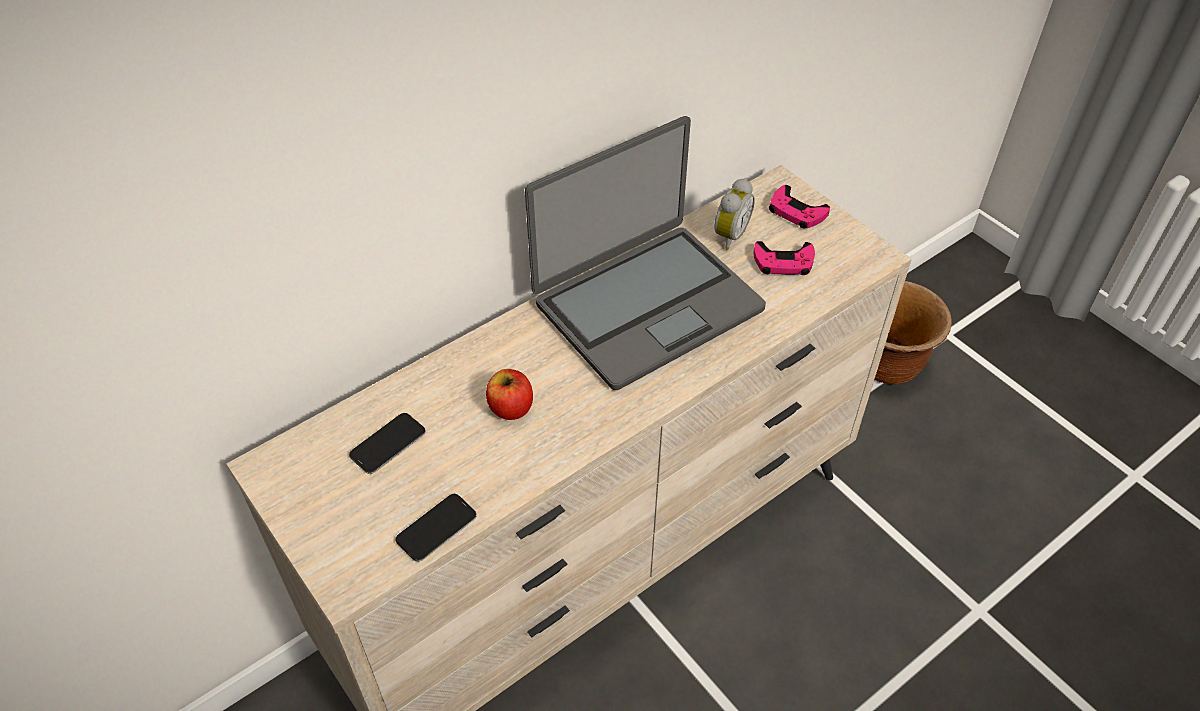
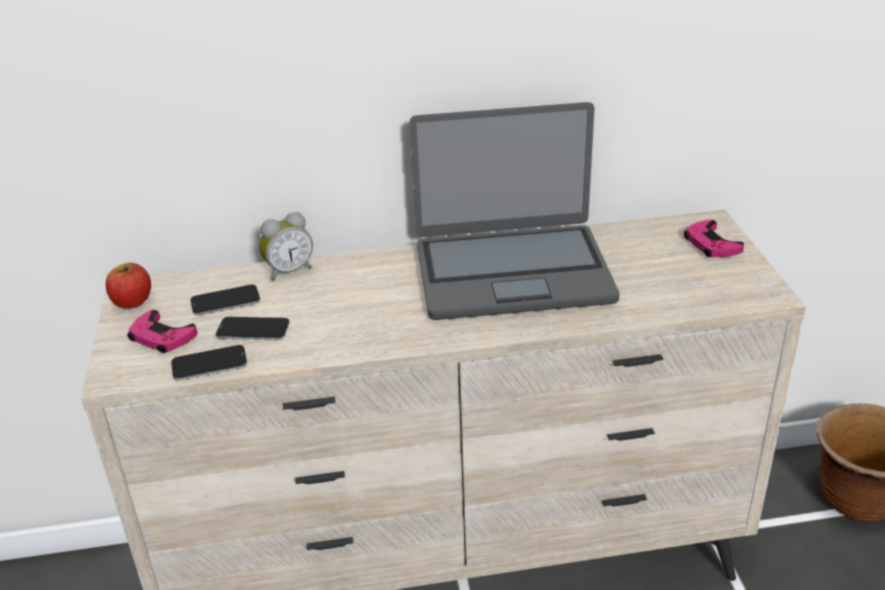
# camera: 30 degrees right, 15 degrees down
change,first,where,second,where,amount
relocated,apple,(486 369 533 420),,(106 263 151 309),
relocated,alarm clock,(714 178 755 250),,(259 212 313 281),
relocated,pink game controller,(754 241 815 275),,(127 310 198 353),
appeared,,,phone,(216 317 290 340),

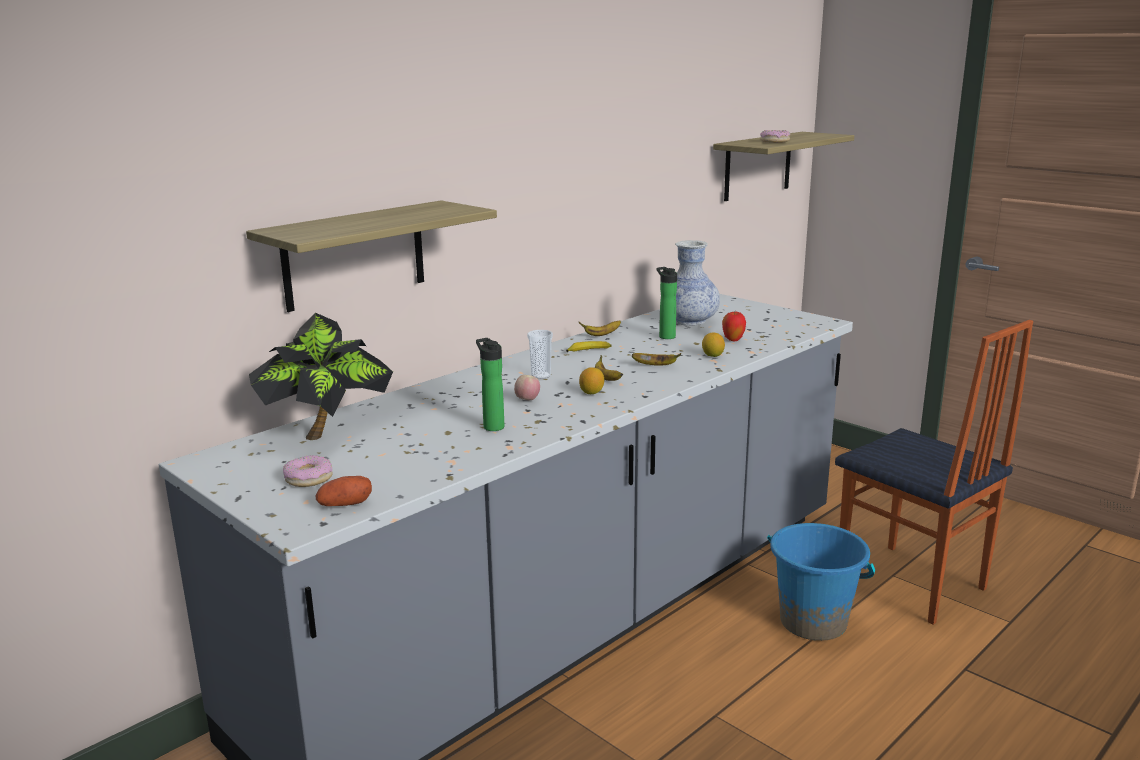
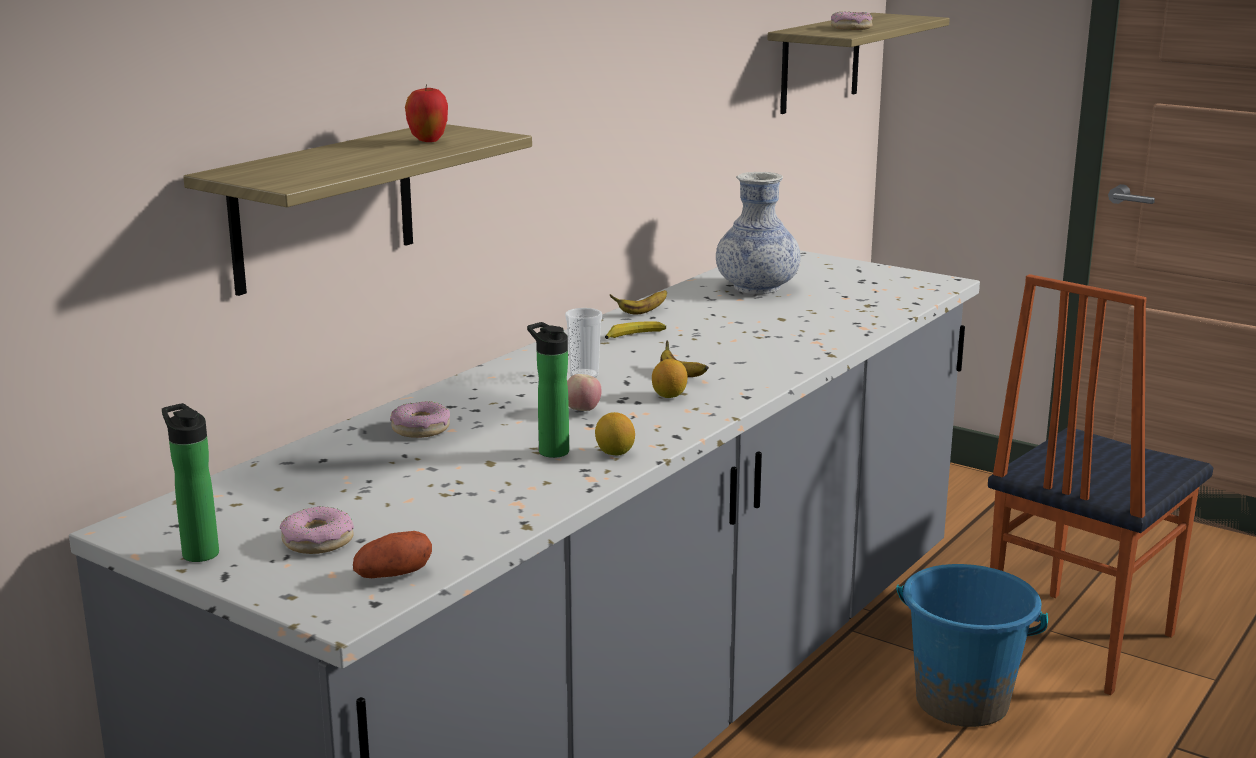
# camera: 10 degrees left, 0 degrees up
change,first,where,second,where,amount
missing,potted plant,(249 313 393 440),,,
missing,banana,(632 353 682 366),,,
relocated,bottle,(657 267 677 339),,(162 403 219 562),
relocated,lemon,(702 332 725 357),,(595 412 635 456),
relocated,apple,(722 312 746 341),,(405 85 448 142),
spun,chair,(835 320 1033 625),,(988 274 1214 695),90 degrees clockwise
appeared,,,donut,(390 401 450 438),

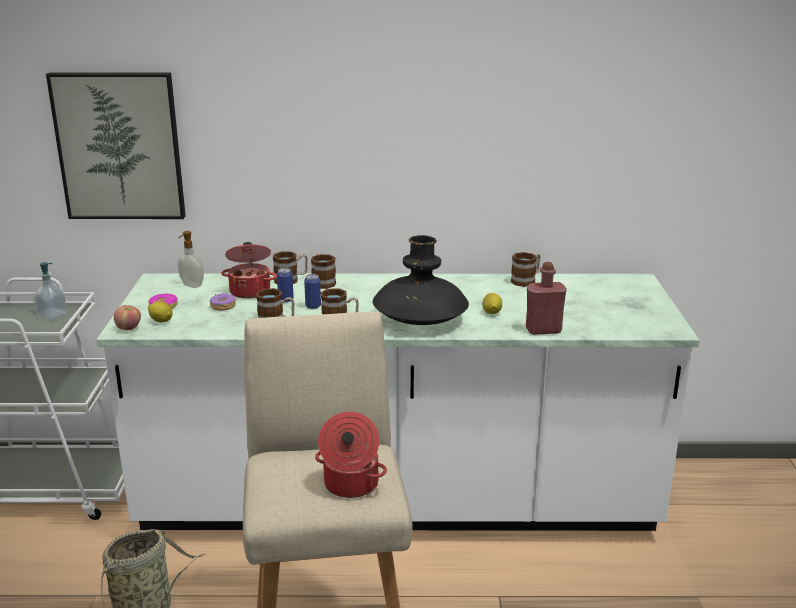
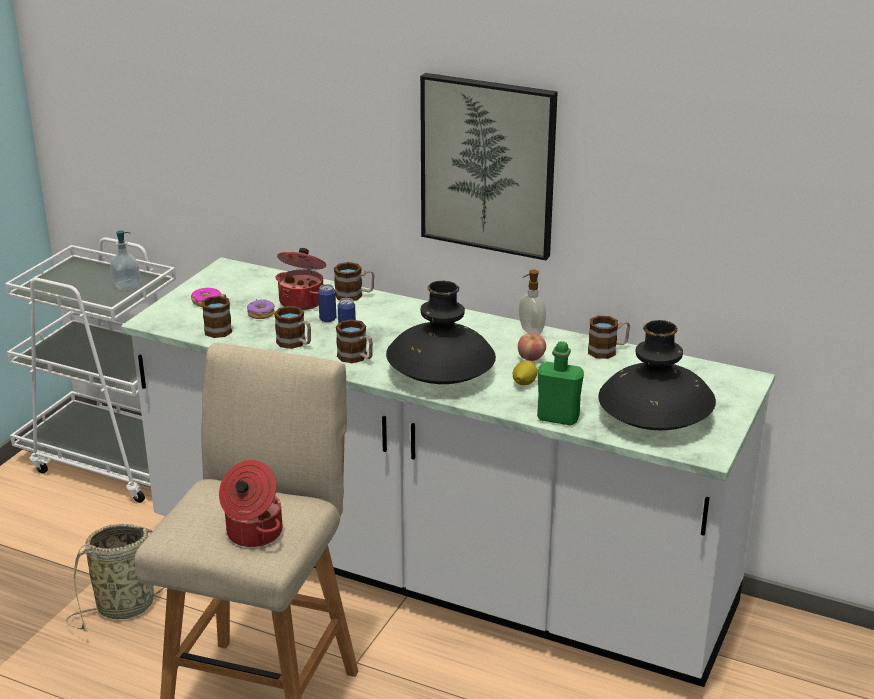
# camera: 25 degrees right, 5 degrees up
change,first,where,second,where,amount
relocated,picture,(46 73 186 219),,(420 73 558 260),
relocated,apple,(114 305 141 330),,(518 333 546 361),
missing,lemon,(148 301 173 322),,,
relocated,soap dispenser,(178 231 204 288),,(519 270 546 335),
relocated,mug,(311 254 336 289),,(202 294 232 338),
colour,red bottle,(526 262 567 335),green bottle,(537 341 584 426),
appeared,,,black vase,(598 320 716 430),

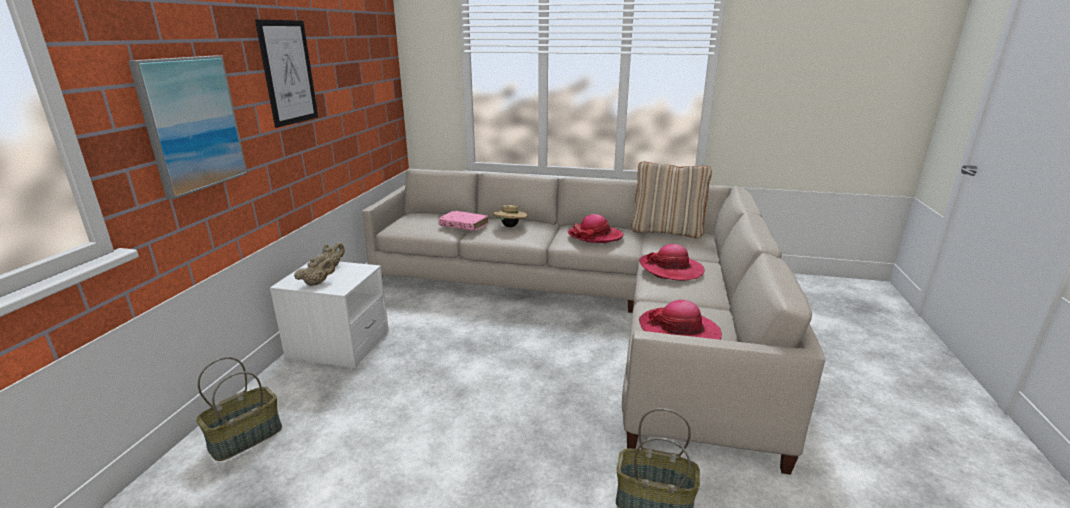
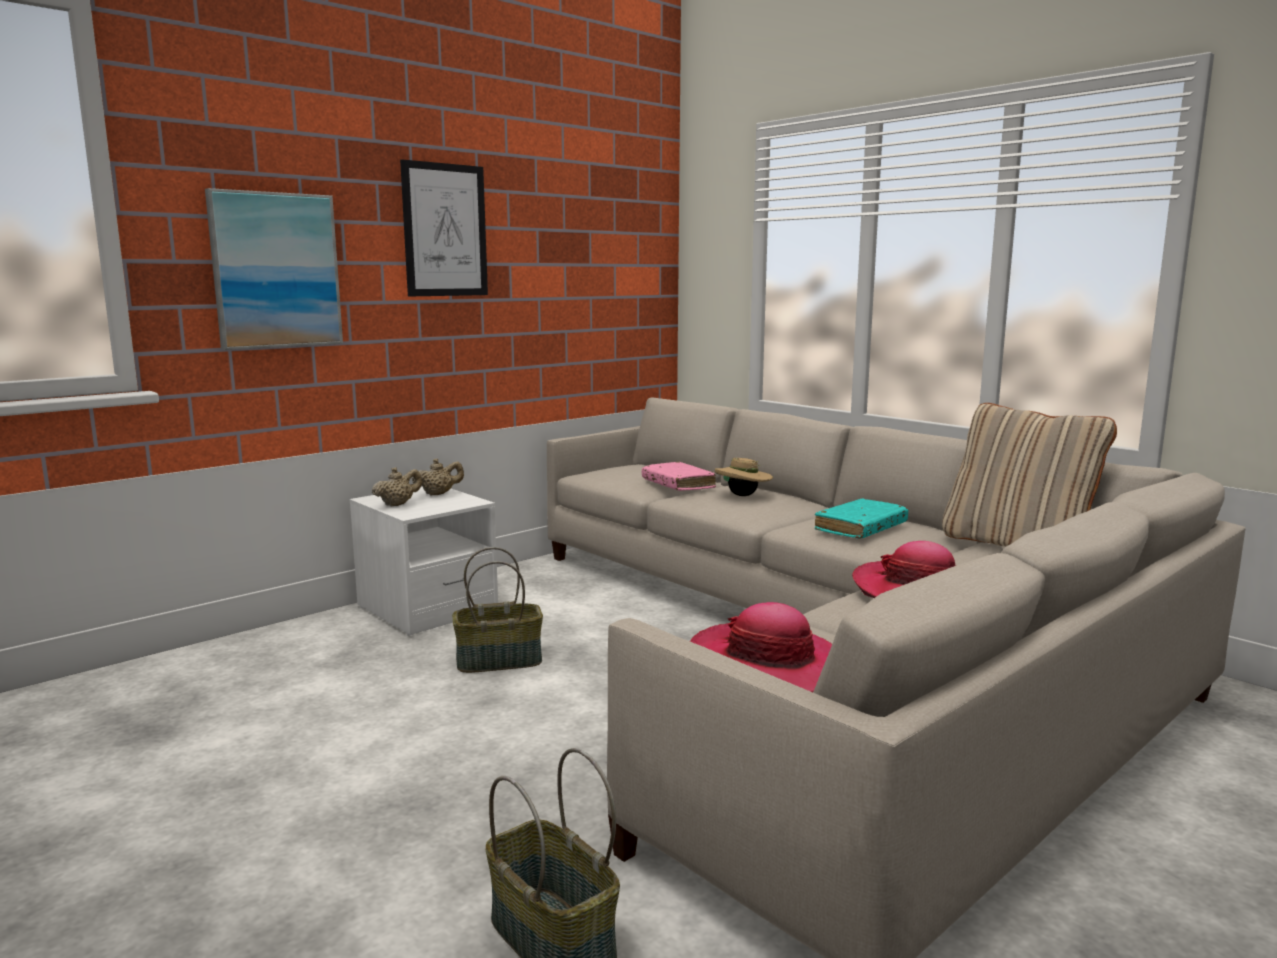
# camera: 35 degrees right, 10 degrees down
change,first,where,second,where,amount
relocated,basket,(196 357 282 461),,(452 547 543 673),
spun,beige teapot,(294 258 335 286),,(372 467 422 507),45 degrees counterclockwise
exchanged,hat,(568 214 624 243),turquoise book,(815 498 908 539),

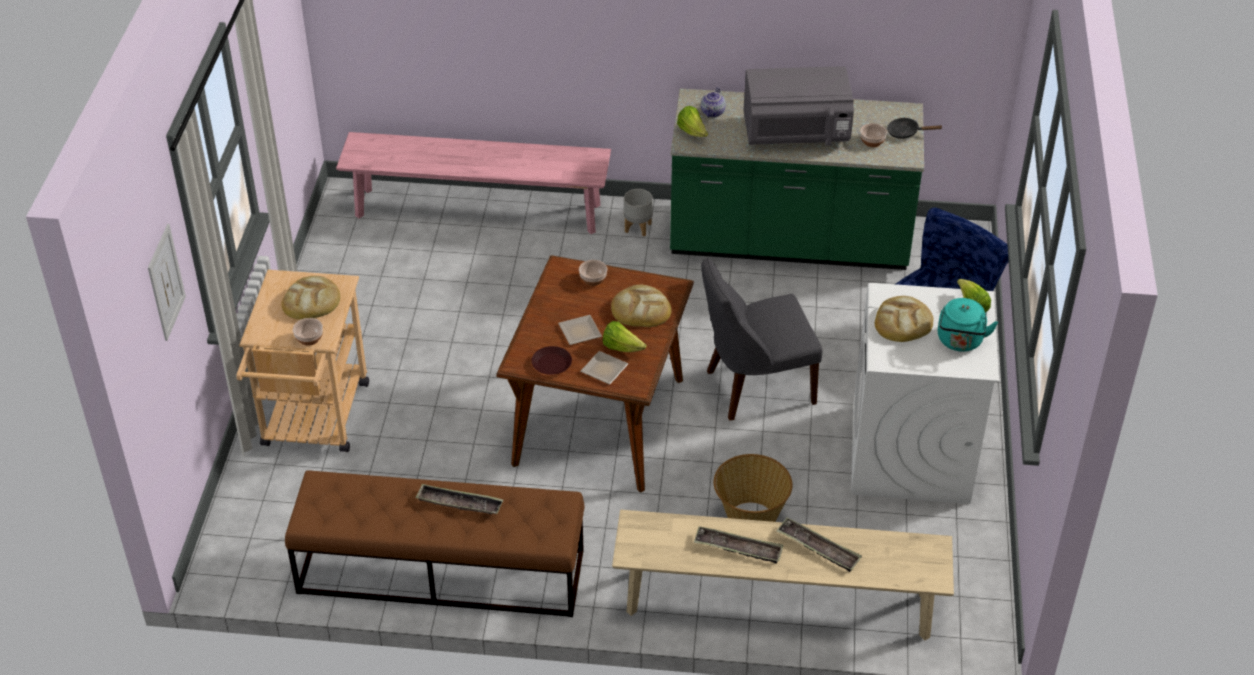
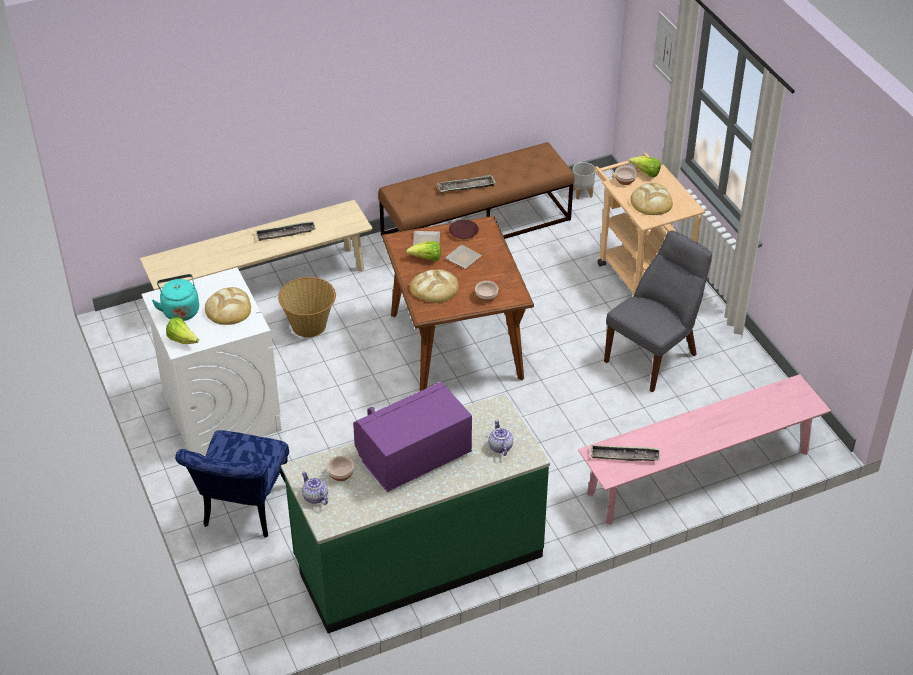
# camera: 150 degrees right, 0 degrees up
change,first,where,second,where,amount
relocated,grey planter,(624 189 653 236),,(573 162 595 200),
relocated,lettuce,(677 106 708 137),,(628 156 661 177),
relocated,grey chair,(701 258 822 421),,(604 230 712 392),
colour,grey microwave,(743 66 854 146),purple microwave,(353 381 472 492),
relocated,tray,(777 518 862 572),,(591 445 660 461),
exchanged,black frying pan,(887 118 943 139),teapot,(302 471 328 505),

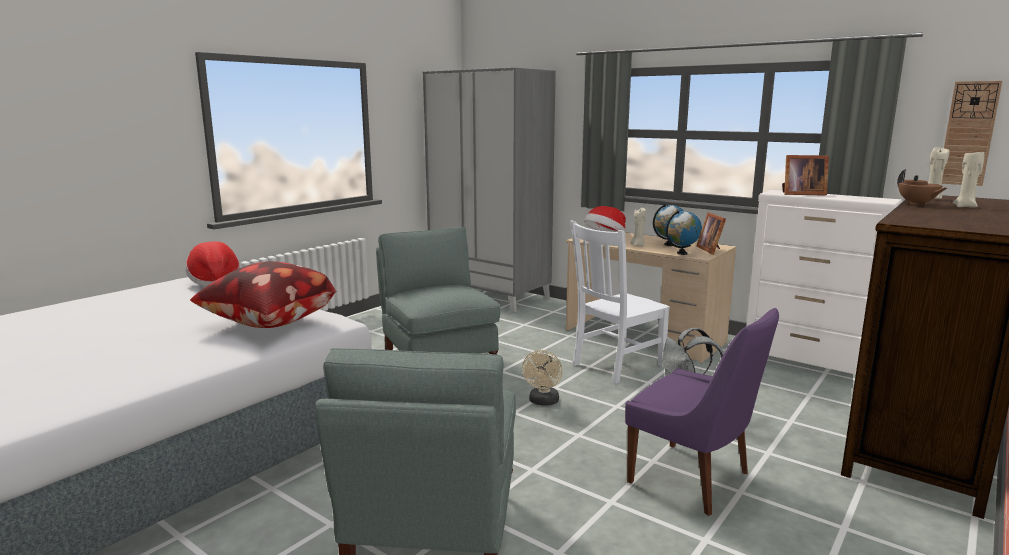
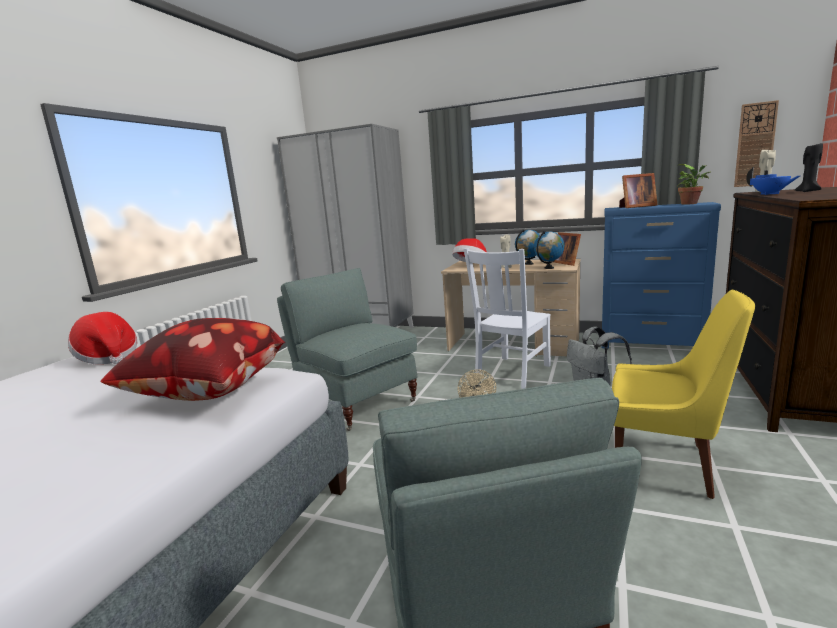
# camera: 15 degrees left, 0 degrees up
change,first,where,second,where,amount
colour,purple chair,(625 308 779 516),yellow chair,(612 290 755 499),
colour,white dresser,(746 190 902 375),blue dresser,(601 202 721 349),
colour,brown teapot,(897 169 947 206),blue teapot,(746 167 800 195),
colour,beige candle,(953 152 985 207),black candle,(795 143 823 192),
appeared,,,potted plant,(676 164 710 205),

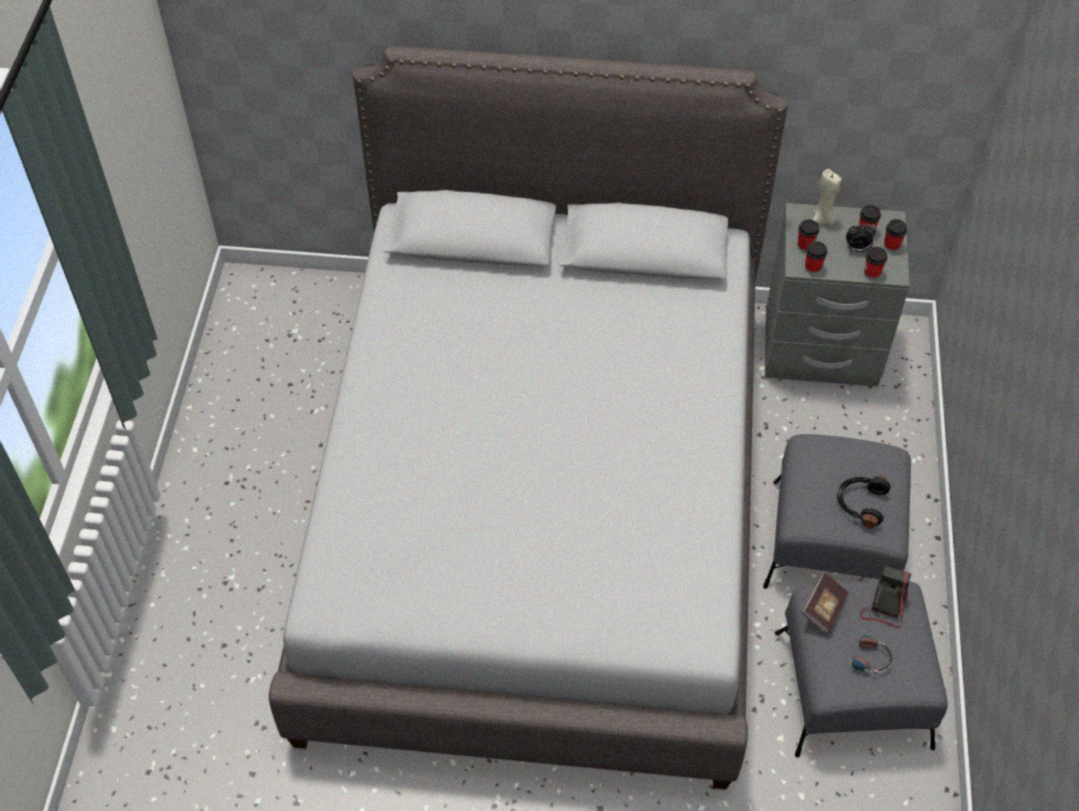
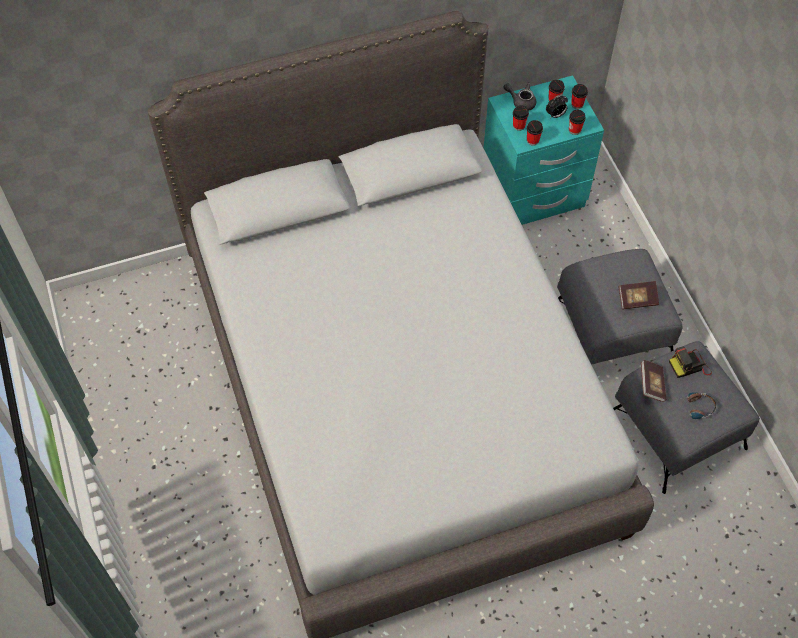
# camera: 25 degrees left, 5 degrees up
change,first,where,second,where,amount
colour,grey nightstand,(765 203 910 387),turquoise nightstand,(484 75 604 225),
exchanged,beige candle,(813 169 842 225),grey teapot,(504 83 536 111),
exchanged,black headphones,(837 475 891 528),book,(618 281 659 310),
spun,photo camera,(860 566 912 628),,(669 346 712 378),105 degrees counterclockwise

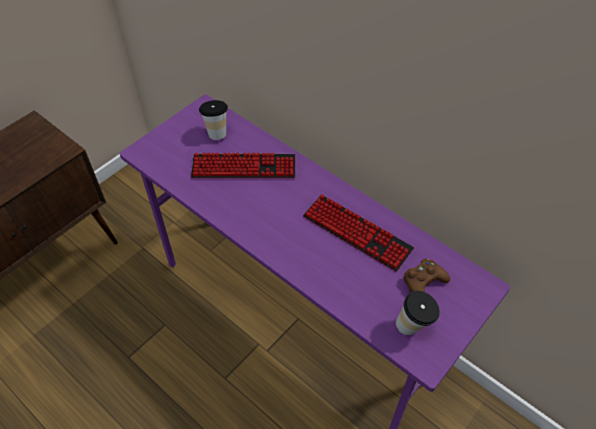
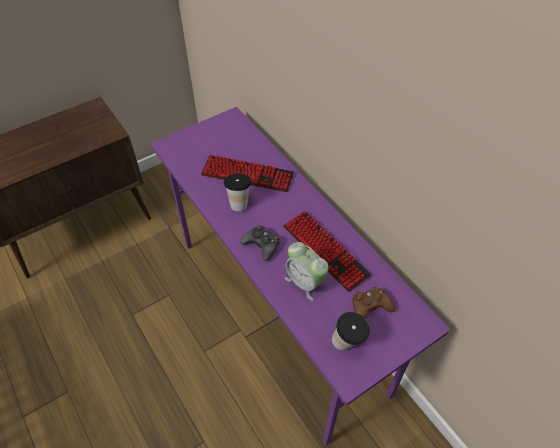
# camera: 15 degrees right, 0 degrees up
change,first,where,second,where,amount
relocated,cup,(199 100 228 140),,(224 173 252 211),
appeared,,,black game controller,(240 225 279 261),
appeared,,,alarm clock,(285 242 329 301),

